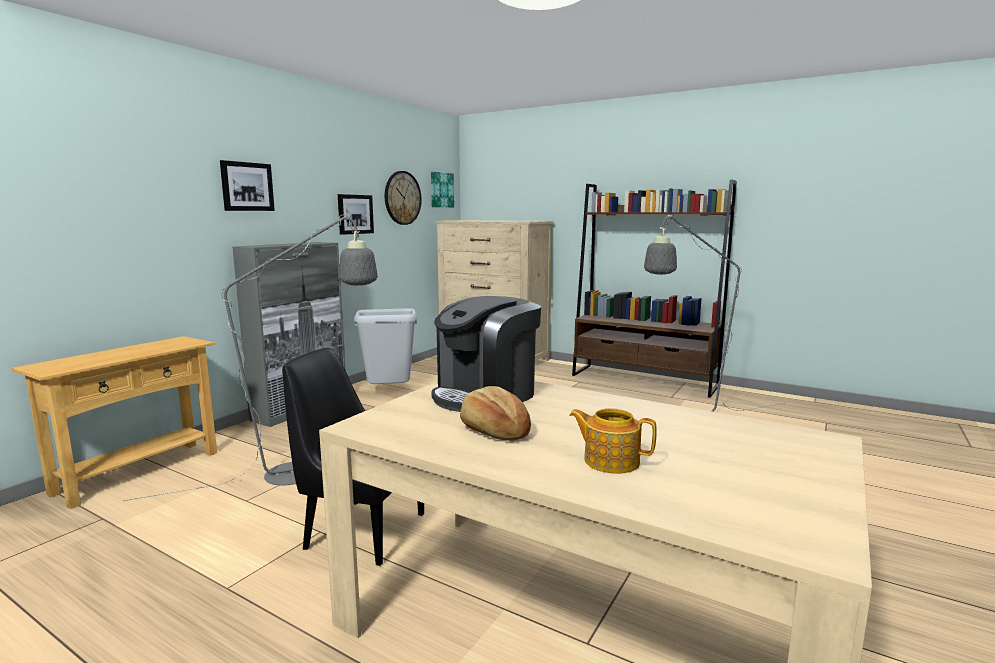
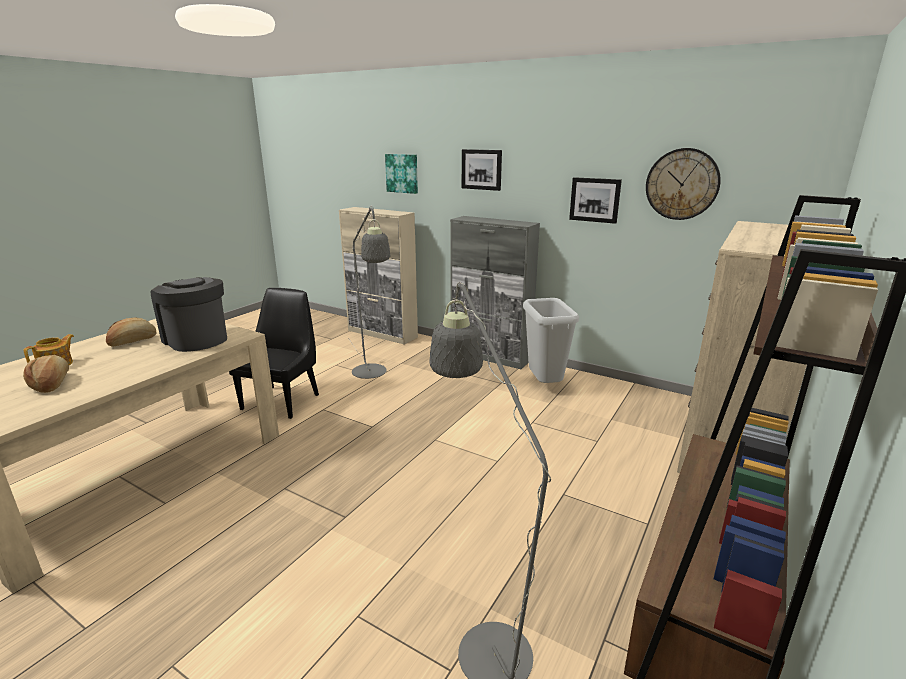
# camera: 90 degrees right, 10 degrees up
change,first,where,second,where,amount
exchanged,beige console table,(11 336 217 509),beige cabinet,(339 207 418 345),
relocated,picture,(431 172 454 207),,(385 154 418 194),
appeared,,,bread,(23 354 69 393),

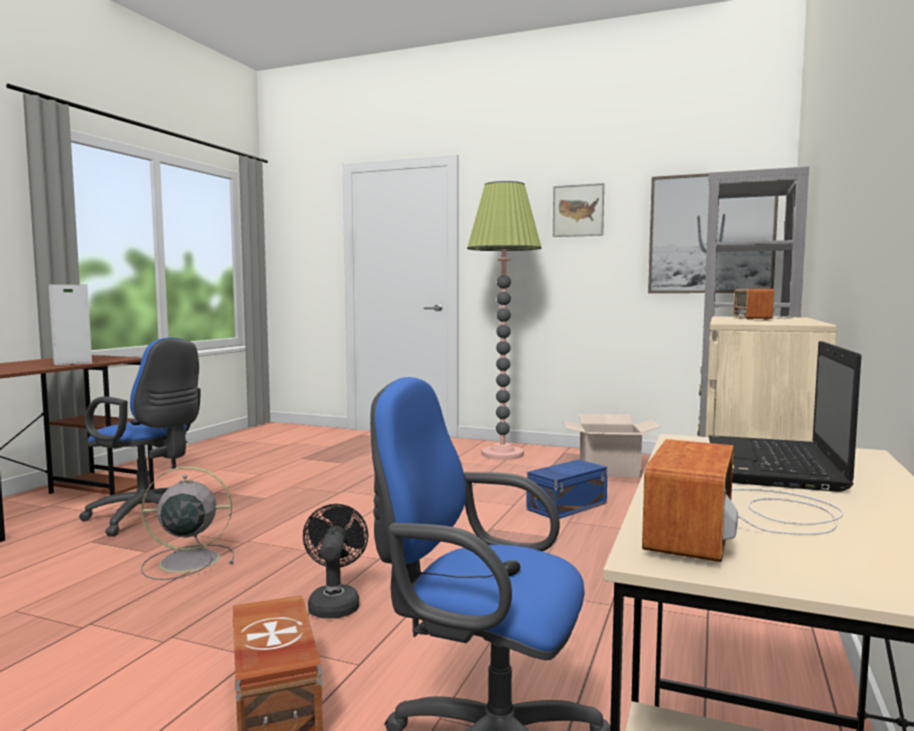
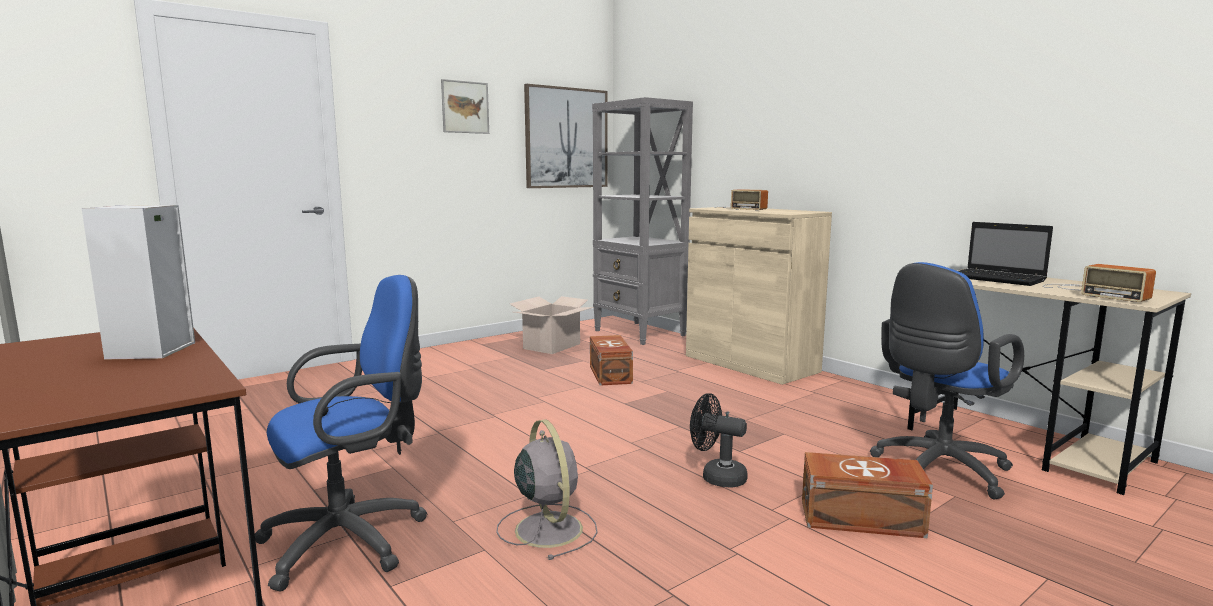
# camera: 60 degrees left, 5 degrees up
change,first,where,second,where,amount
spun,grey fan,(141 466 234 580),,(497 419 598 560),135 degrees clockwise
missing,floor lamp,(467 181 542 460),,,
colour,blue storage box,(526 460 608 519),brown storage box,(590 335 633 386),

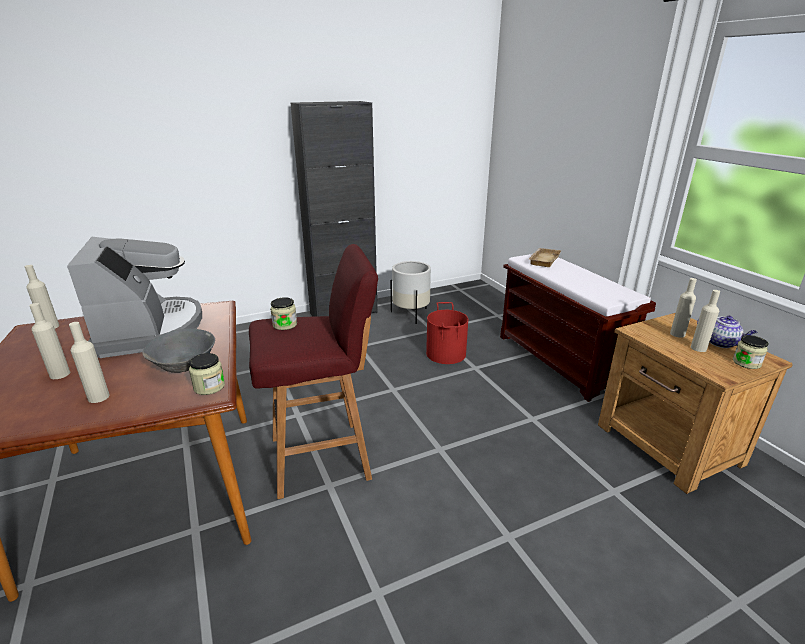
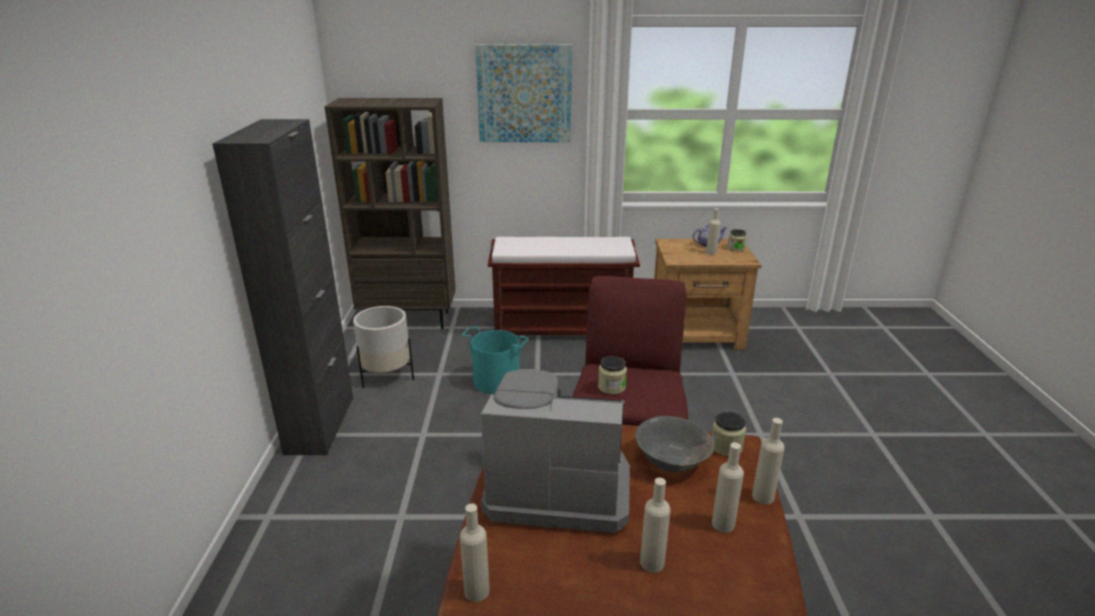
# camera: 65 degrees left, 0 degrees up
change,first,where,second,where,amount
colour,red bucket,(426 302 468 364),turquoise bucket,(462 326 528 394),
missing,beige tray,(529 248 562 267),,,
relocated,beige bottle,(670 278 697 338),,(752 418 785 505),
appeared,,,brown bookcase,(324 98 456 329),
appeared,,,picture,(475 44 572 142),

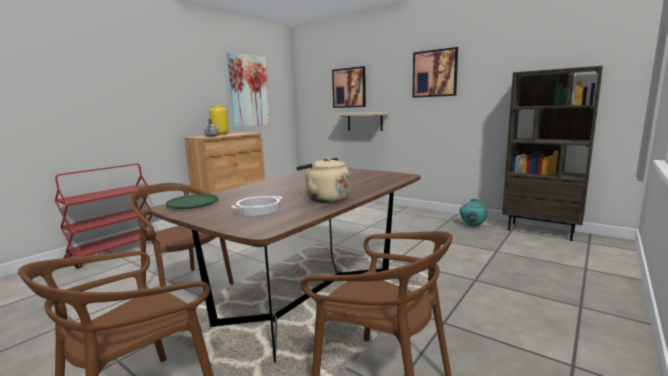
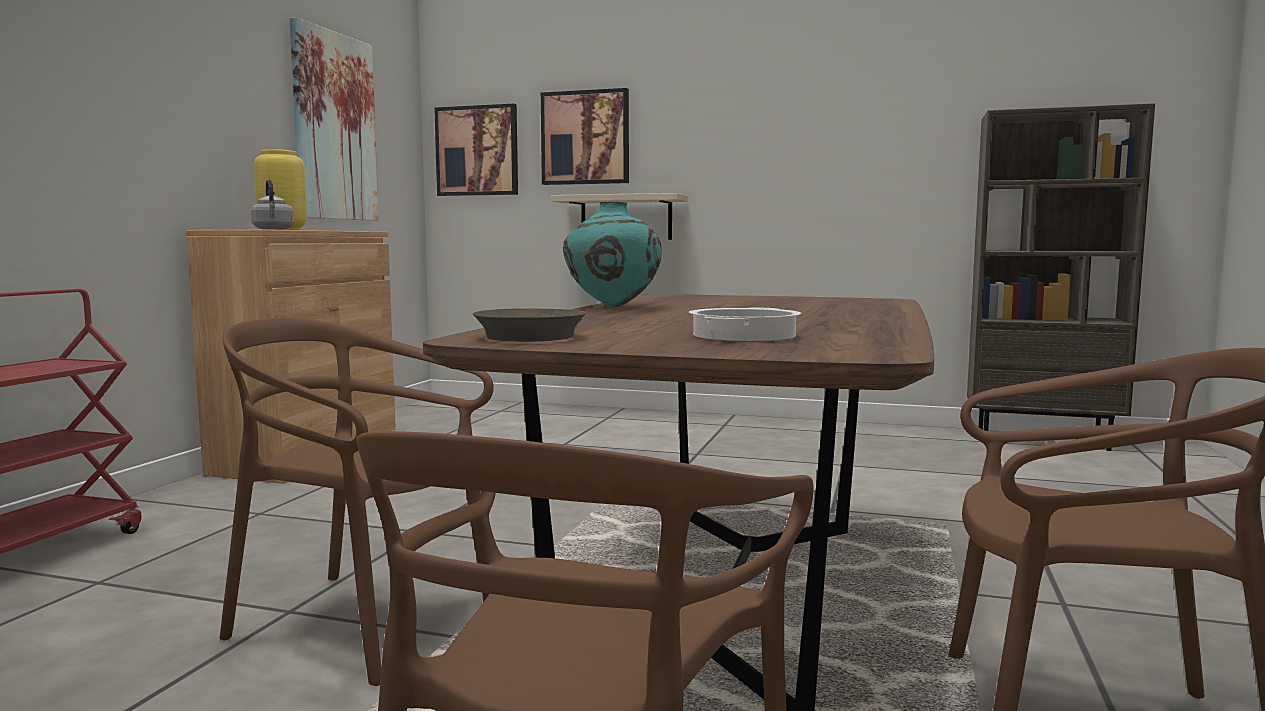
# camera: 20 degrees left, 5 degrees down
change,first,where,second,where,amount
exchanged,green plate,(166 194 218 209),brown frying pan,(472 308 587 342),
missing,beige kettle,(296 157 350 203),,,
relocated,picture,(412 47 458 98),,(434 104 518 196),
relocated,turquoise vase,(459 199 488 227),,(563 201 662 308),

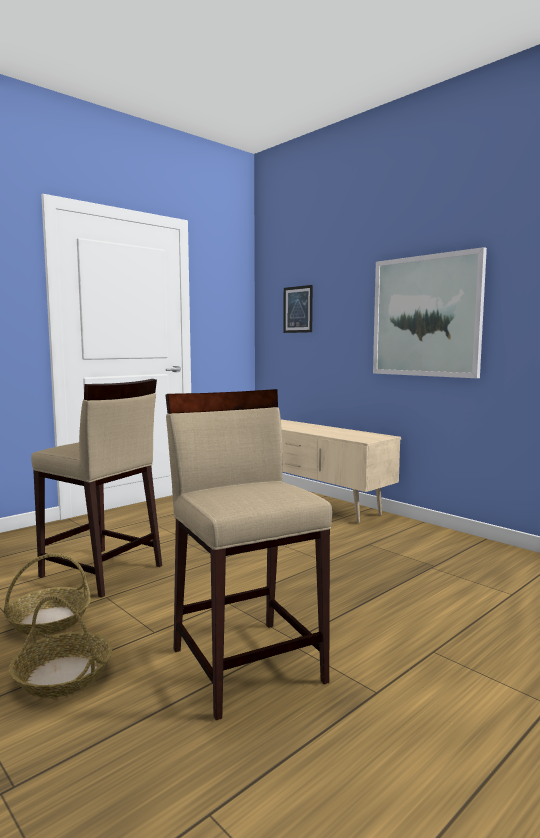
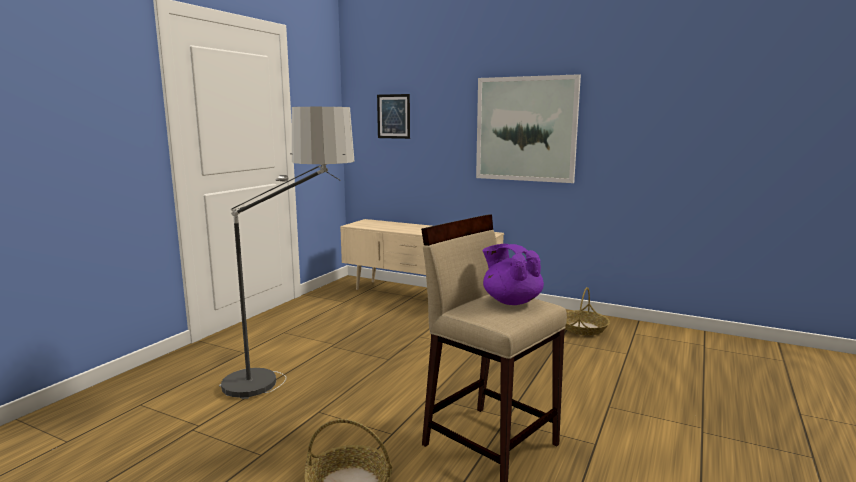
# camera: 20 degrees left, 5 degrees up
change,first,where,second,where,amount
relocated,basket,(3 553 91 636),,(565 287 610 335),
exchanged,beige stool,(31 379 162 598),floor lamp,(219 107 354 399),
appeared,,,purple teapot,(483 244 544 305),

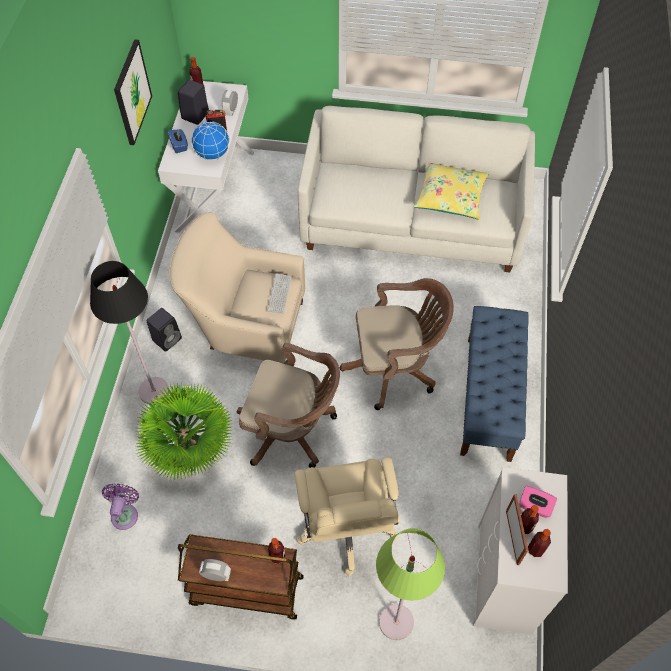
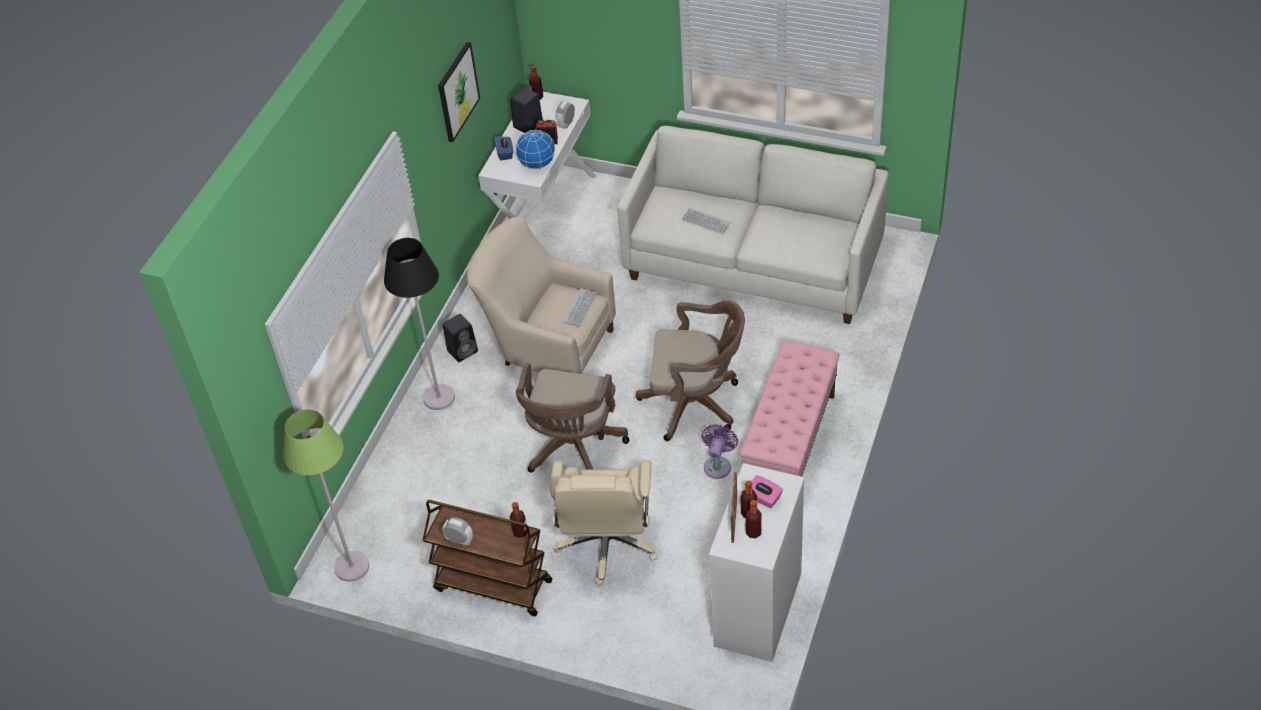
# camera: 15 degrees right, 10 degrees down
change,first,where,second,where,amount
relocated,purple fan,(102 484 139 530),,(702 424 738 479),
missing,potted plant,(135 383 233 479),,,
spun,brown office chair,(237 343 340 468),,(516 363 629 473),75 degrees clockwise
relocated,green floor lamp,(376 528 445 640),,(283 409 369 582),
missing,yellow pillow,(413 162 489 219),,,
colour,blue bench,(460 306 529 462),pink bench,(740 341 839 477),
appeared,,,keyboard,(682 208 731 234),

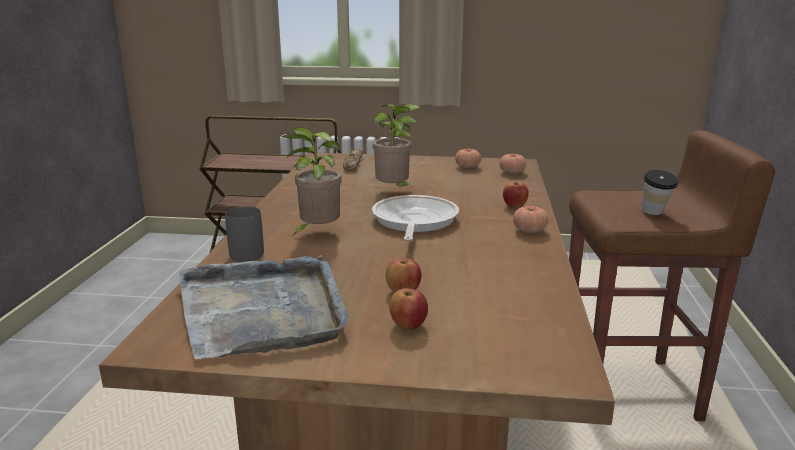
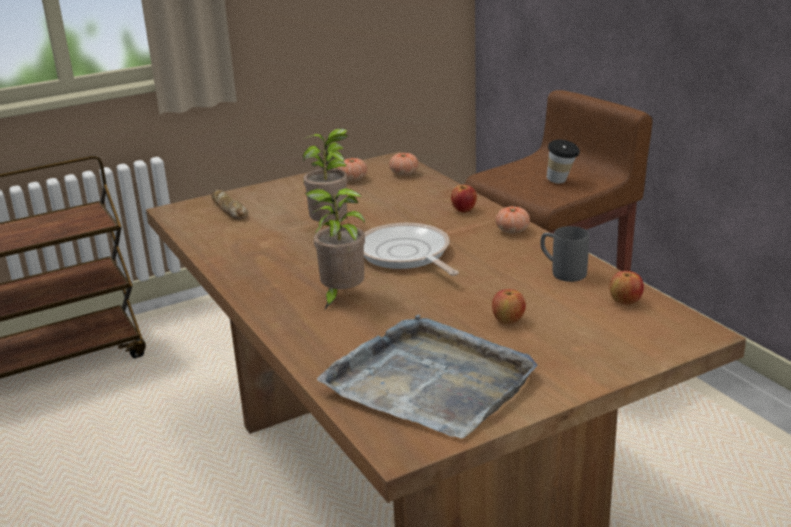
# camera: 35 degrees left, 5 degrees up
change,first,where,second,where,amount
relocated,grey mug,(225 207 264 261),,(540 226 589 282),
relocated,apple,(389 288 428 329),,(609 271 644 304),

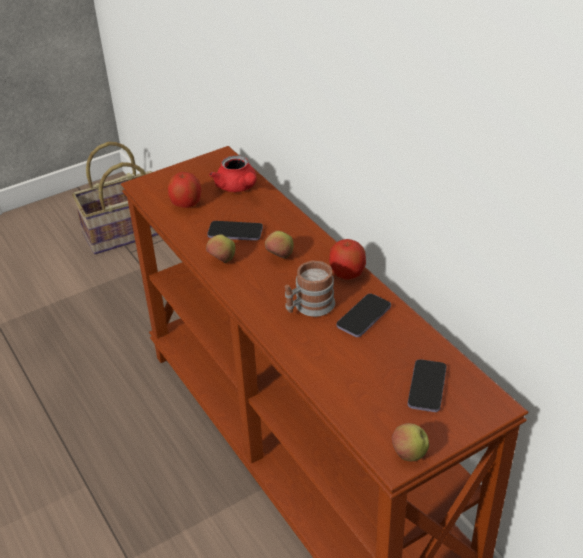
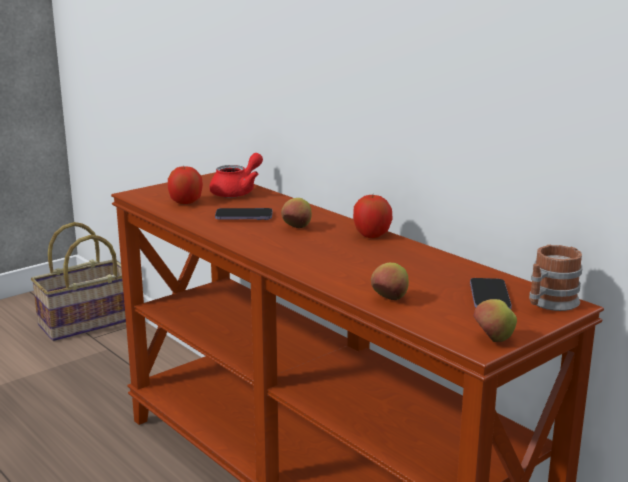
# camera: 10 degrees left, 20 degrees down
change,first,where,second,where,amount
relocated,apple,(206 234 235 263),,(371 263 409 300),
spun,red teapot,(209 155 257 192),,(209 153 263 198),105 degrees counterclockwise
relocated,mug,(285 260 335 317),,(529 245 583 311),
missing,phone,(336 294 391 337),,,

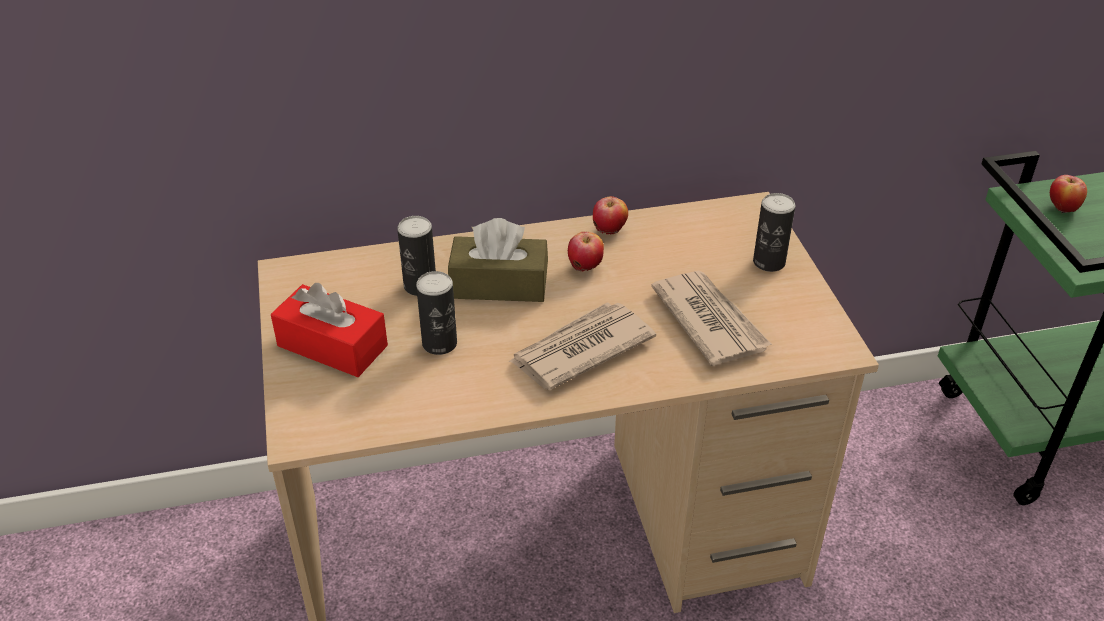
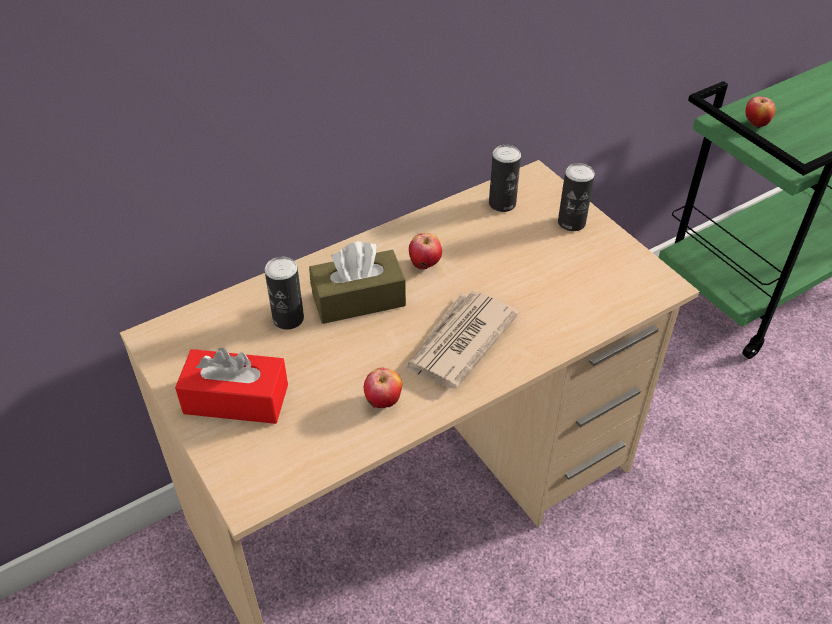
# camera: 20 degrees left, 5 degrees up
change,first,where,second,where,amount
relocated,can,(416 271 457 355),,(489 145 521 212),
relocated,apple,(593 196 628 235),,(364 368 402 408),
missing,newspaper,(651 271 772 366),,,

